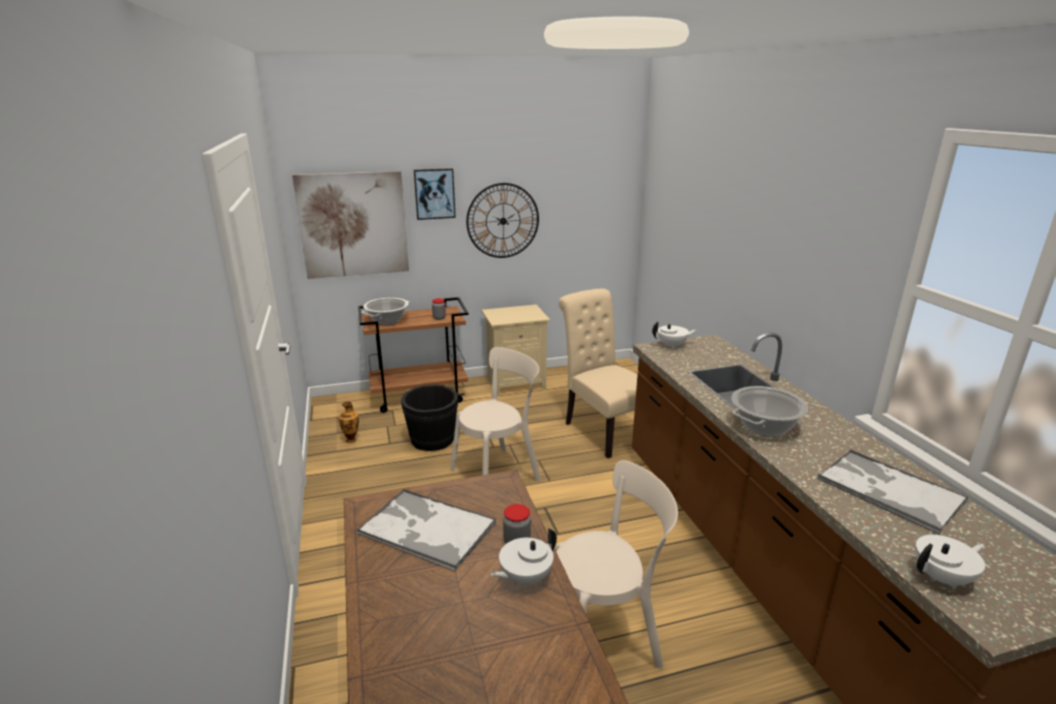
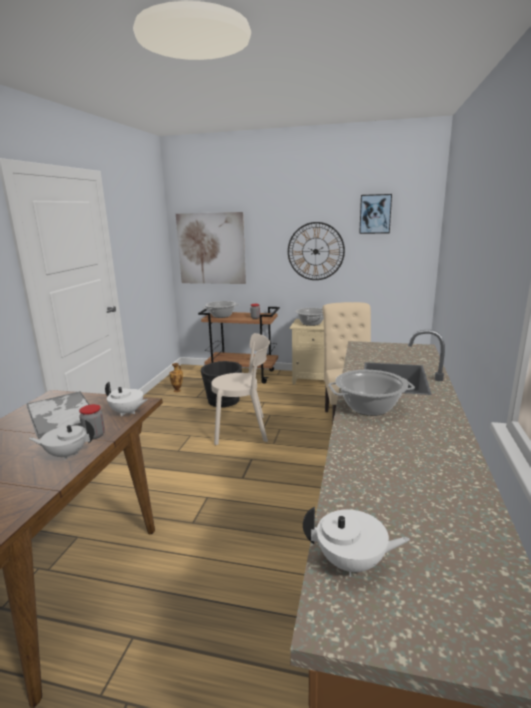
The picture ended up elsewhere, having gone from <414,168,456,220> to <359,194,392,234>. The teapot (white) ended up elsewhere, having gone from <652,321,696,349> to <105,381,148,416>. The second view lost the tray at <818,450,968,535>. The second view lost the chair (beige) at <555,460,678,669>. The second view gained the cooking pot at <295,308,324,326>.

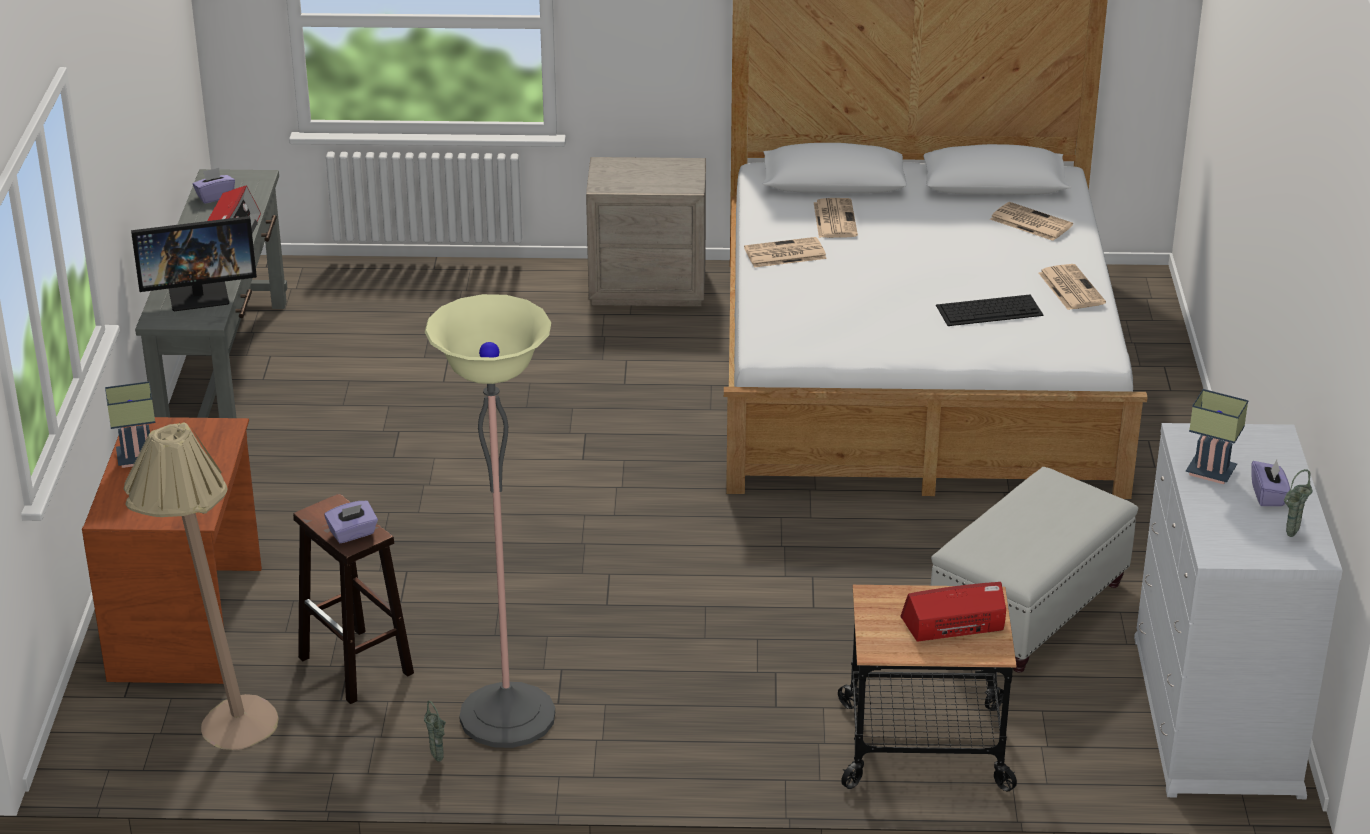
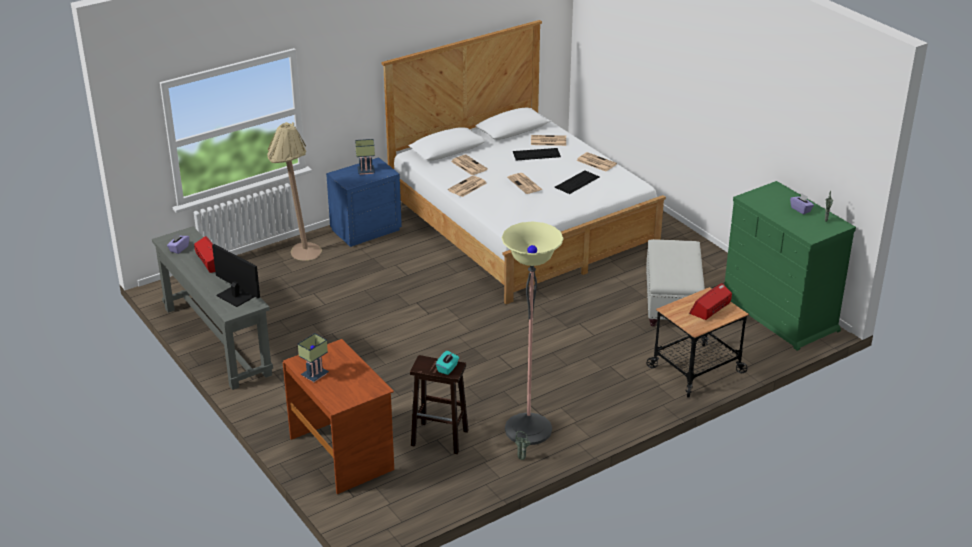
What was the nightstand (beige) at <586,157,706,306> turned into the nightstand (blue) at <326,157,402,247>. The monitor at <131,216,257,311> ended up facing another way, 90 degrees counterclockwise from before. The table lamp ended up elsewhere, having gone from <1186,389,1248,484> to <355,139,375,175>. The floor lamp (beige) ended up elsewhere, having gone from <124,422,278,750> to <267,122,322,261>. What was the dresser (white) at <1134,423,1343,799> turned into the dresser (green) at <724,181,856,351>. What was the tissue box (purple) at <324,501,378,543> turned into the tissue box (turquoise) at <436,351,459,375>. The second view gained the keyboard at <513,148,561,160>. The second view gained the newspaper at <507,173,542,194>.

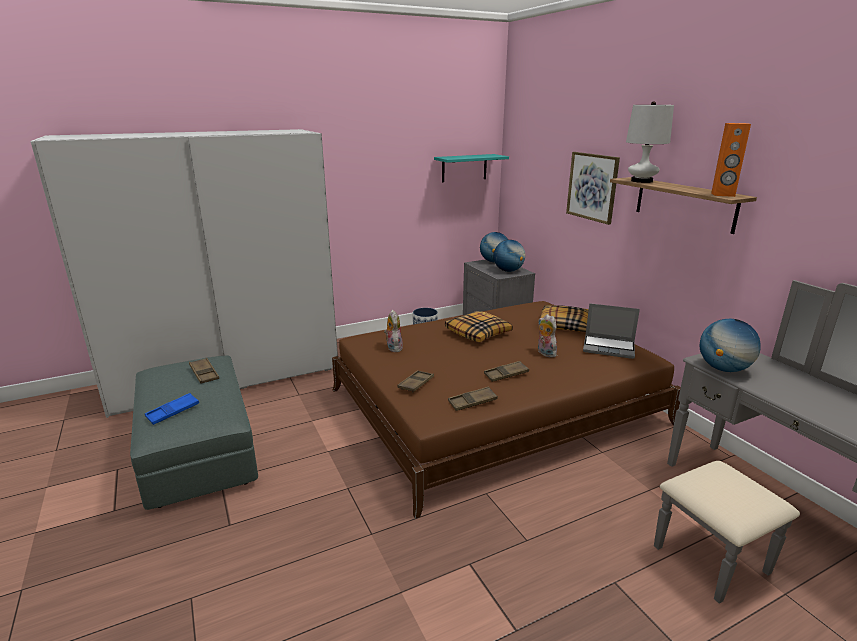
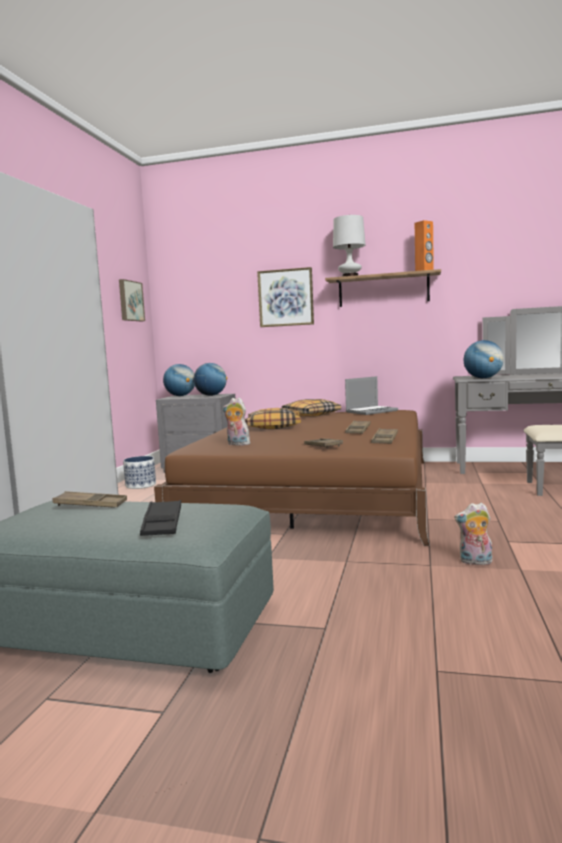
Where the shelf (turquoise) hung at <434,154,509,182>, the picture came to hang at <119,279,145,321>. The plush toy ended up elsewhere, having gone from <538,314,557,358> to <454,502,492,565>. What was the tray (blue) at <145,393,199,425> turned into the tray (black) at <140,500,181,536>.

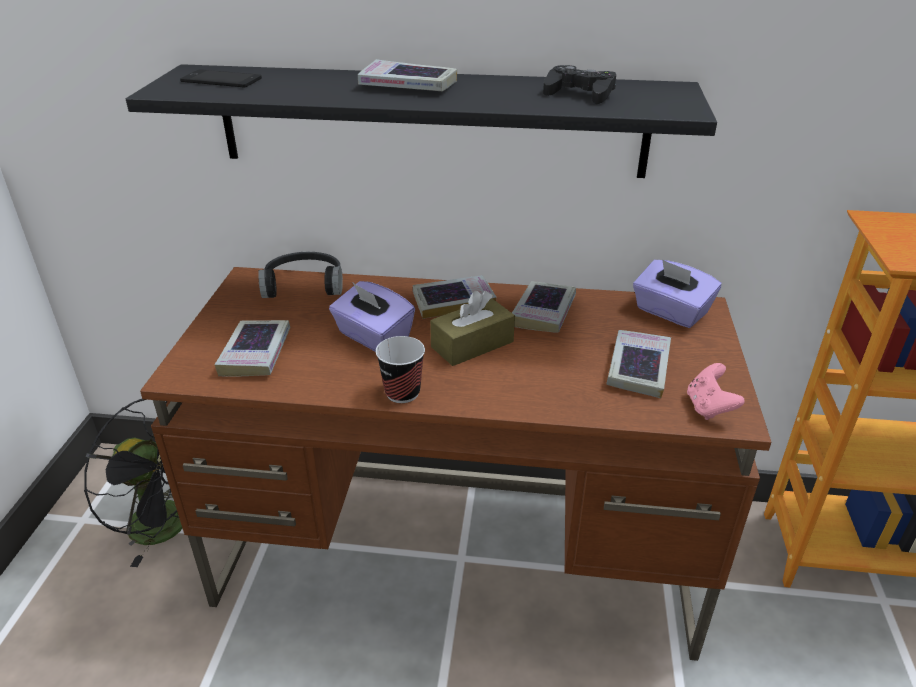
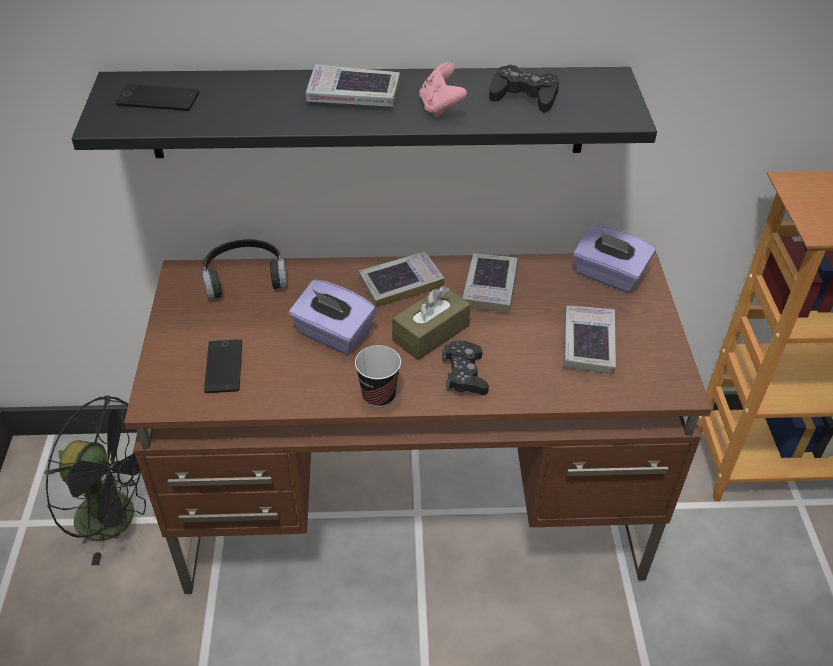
Where the book stood at <215,320,290,377>, the phone came to stand at <204,339,242,393>. The game controller (pink) ended up elsewhere, having gone from <687,363,744,420> to <419,62,467,118>. The second view gained the game controller (black) at <442,341,489,395>.

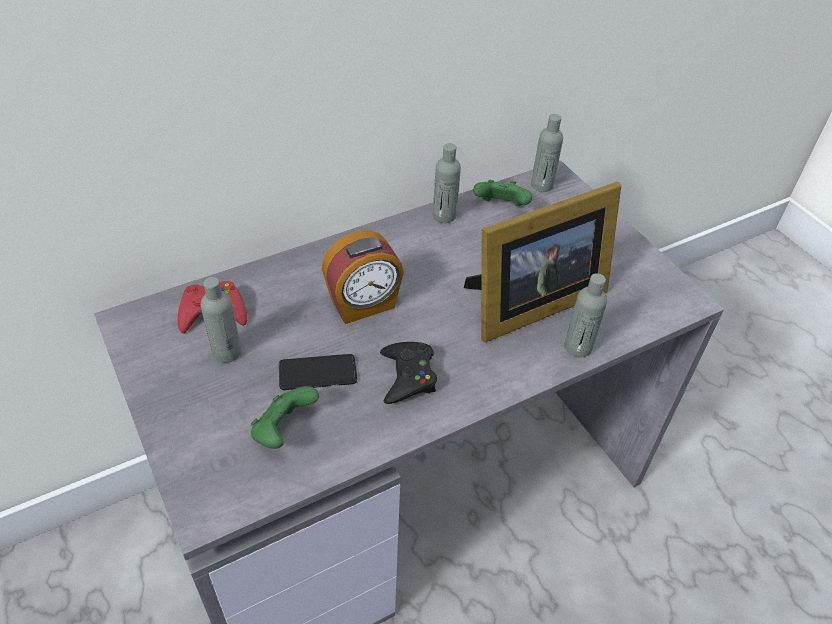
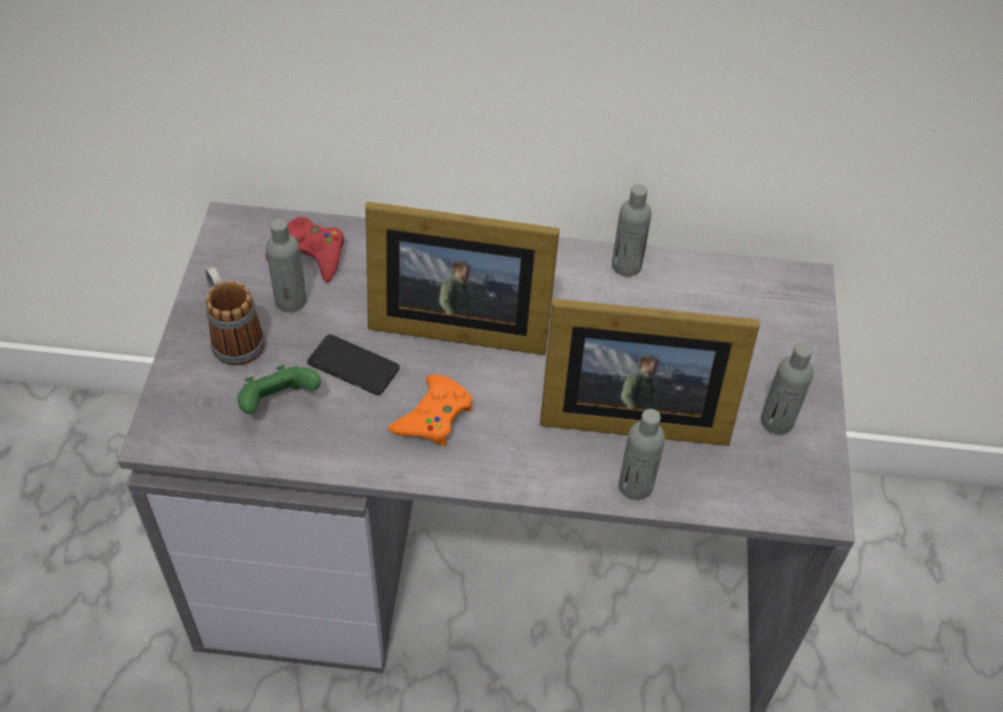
The bottle (grey) ended up elsewhere, having gone from <531,114,563,192> to <761,343,814,435>. The second view lost the game controller (green) at <473,180,532,206>. Where the alarm clock stood at <322,230,404,324>, the picture frame came to stand at <365,202,560,355>. What was the game controller (black) at <380,342,437,404> turned into the game controller (orange) at <388,375,472,446>. The second view gained the mug at <205,267,265,366>.

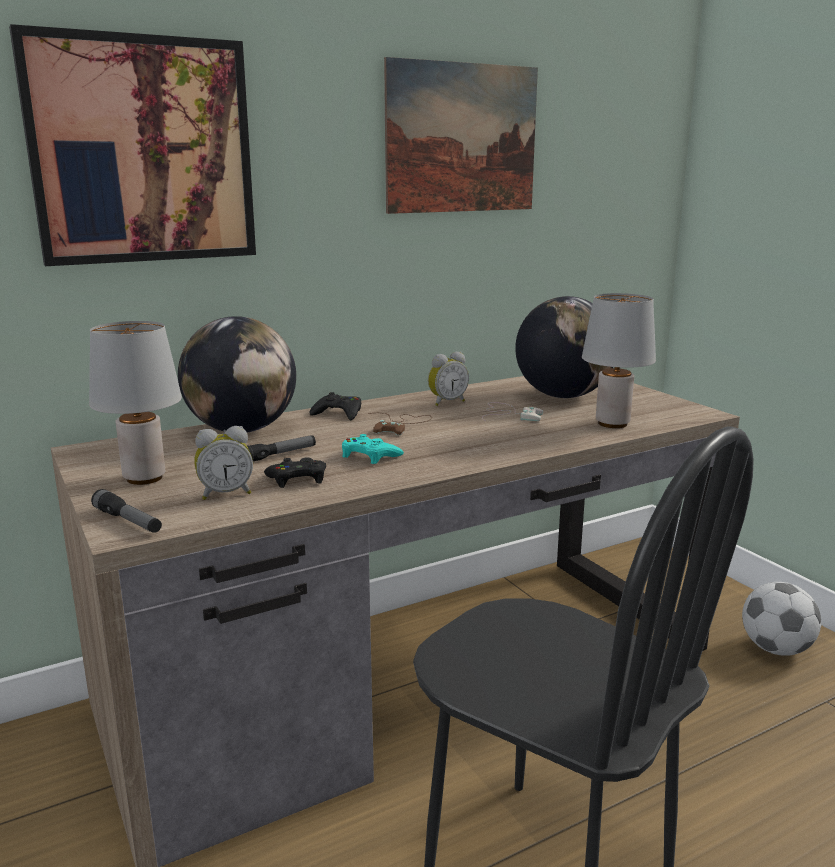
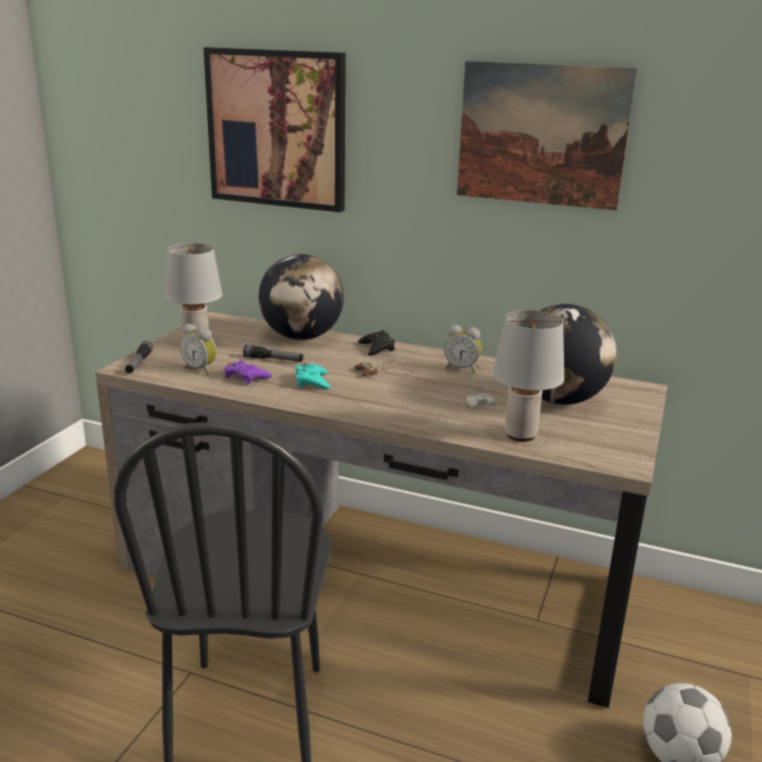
What was the game controller (black) at <264,457,326,488> turned into the game controller (purple) at <224,360,272,384>.

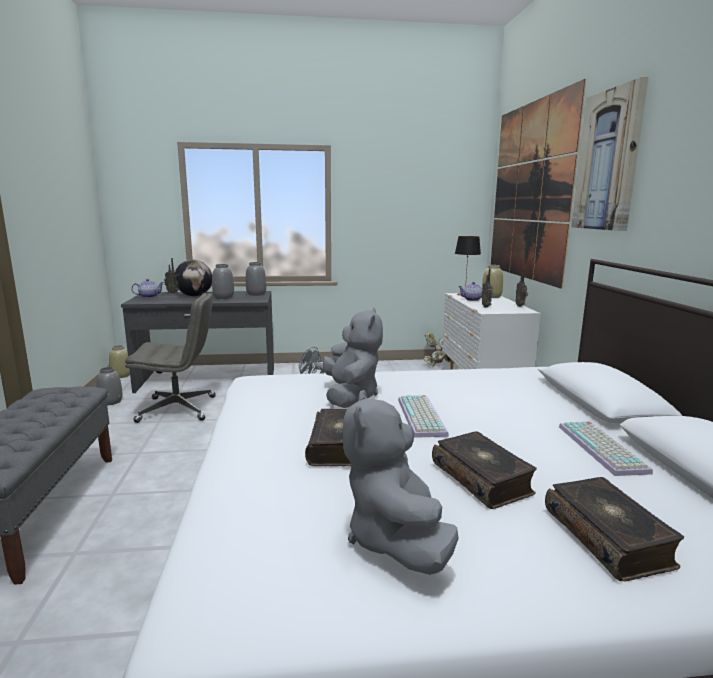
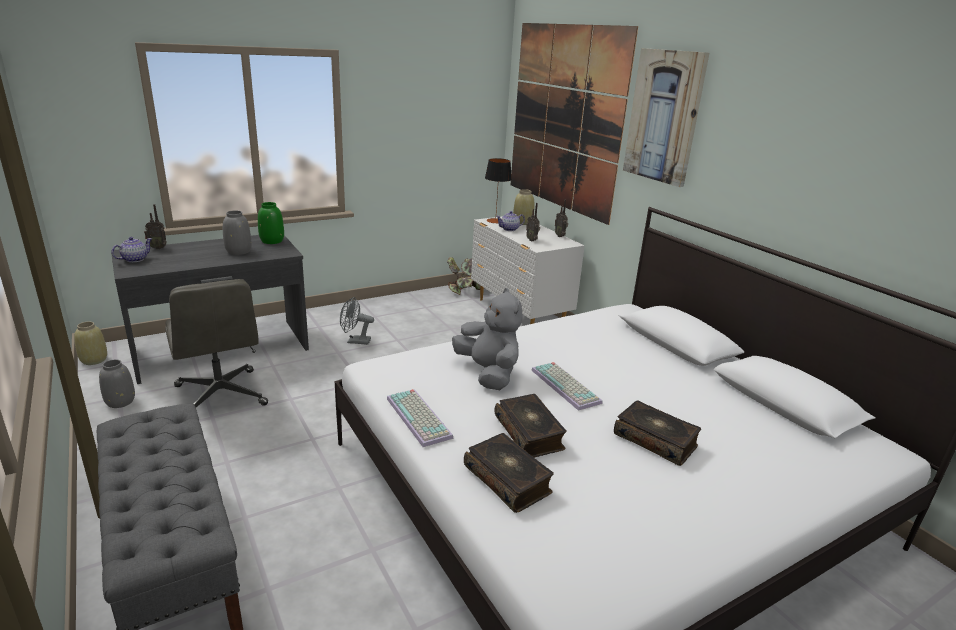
The second view lost the globe at <174,260,212,296>. What was the vase (grey) at <246,262,266,296> turned into the vase (green) at <258,202,284,244>. The office chair (grey) at <125,293,216,423> ended up facing another way, 90 degrees clockwise from before. The second view lost the plush toy (grey) at <343,390,459,575>. The keyboard ended up elsewhere, having gone from <559,421,653,476> to <387,389,453,447>. The book ended up elsewhere, having gone from <545,477,684,581> to <464,433,554,513>.

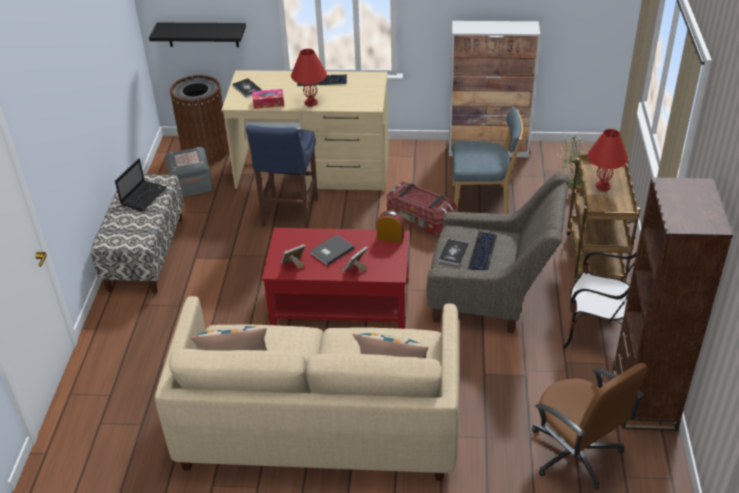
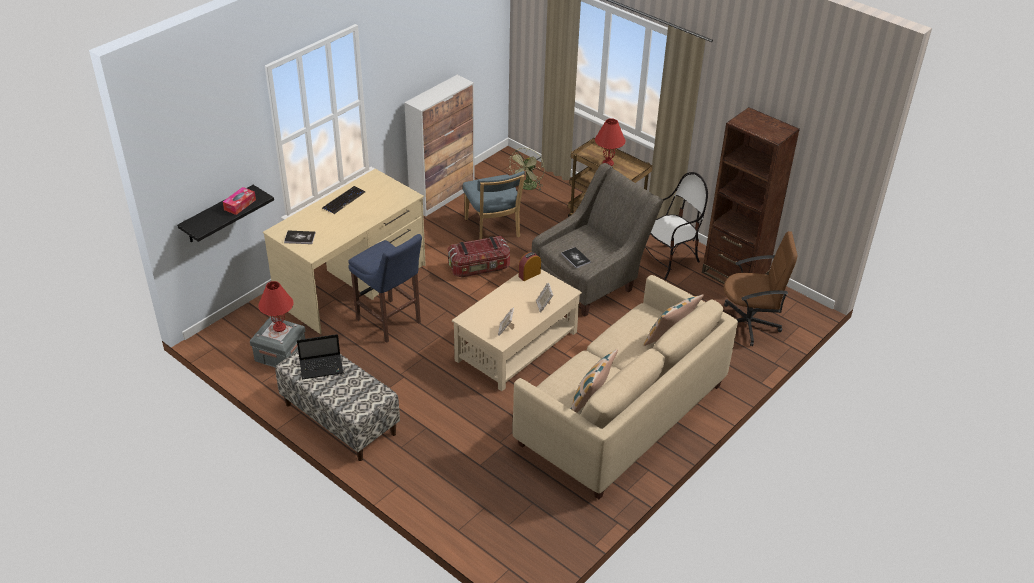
The table lamp (red) ended up elsewhere, having gone from <291,49,327,107> to <258,281,293,332>. The second view lost the trash can (brown) at <170,75,229,163>. The tissue box ended up elsewhere, having gone from <252,89,284,109> to <223,187,256,215>. The chair (blue) at <452,107,523,214> ended up facing another way, 120 degrees clockwise from before. The laptop at <115,159,167,211> ended up facing another way, 105 degrees clockwise from before. What was the coffee table (red) at <262,228,409,329> turned into the coffee table (beige) at <452,269,582,391>. The second view lost the keyboard at <468,231,497,270>. The second view lost the book (grey) at <310,235,354,266>.

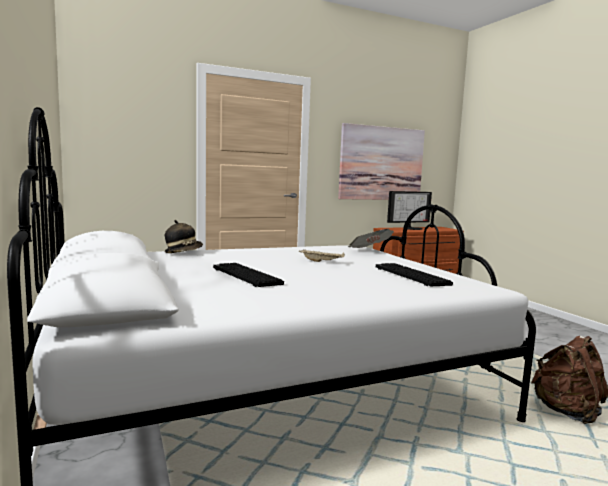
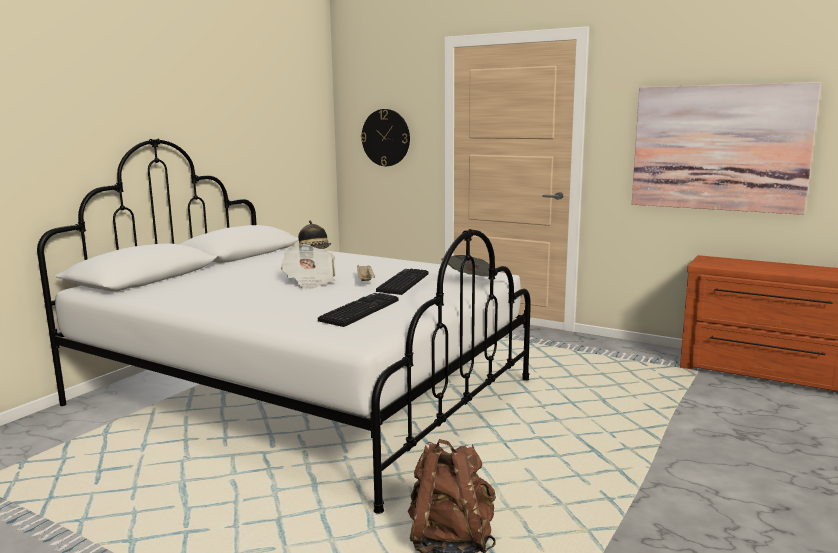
The second view lost the monitor at <387,191,432,230>. The keyboard ended up elsewhere, having gone from <213,263,284,287> to <376,268,429,295>. The second view gained the wall clock at <361,109,410,166>. The second view gained the newspaper at <281,244,336,289>.

